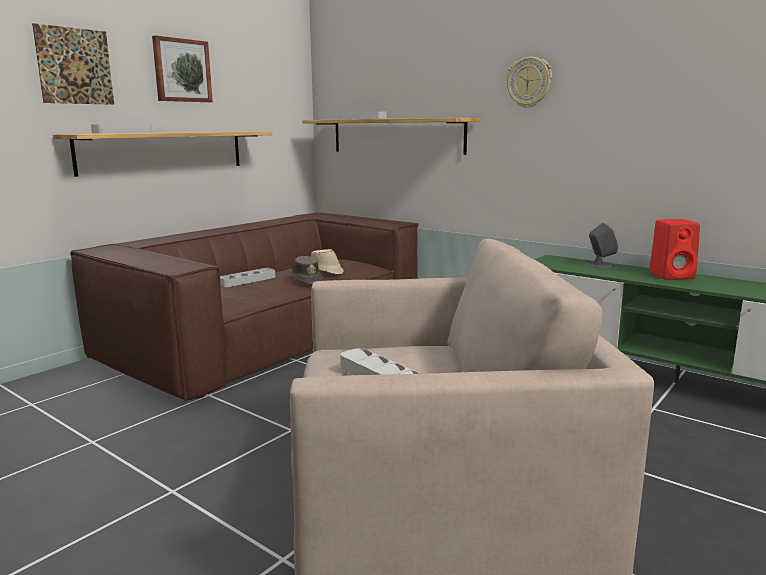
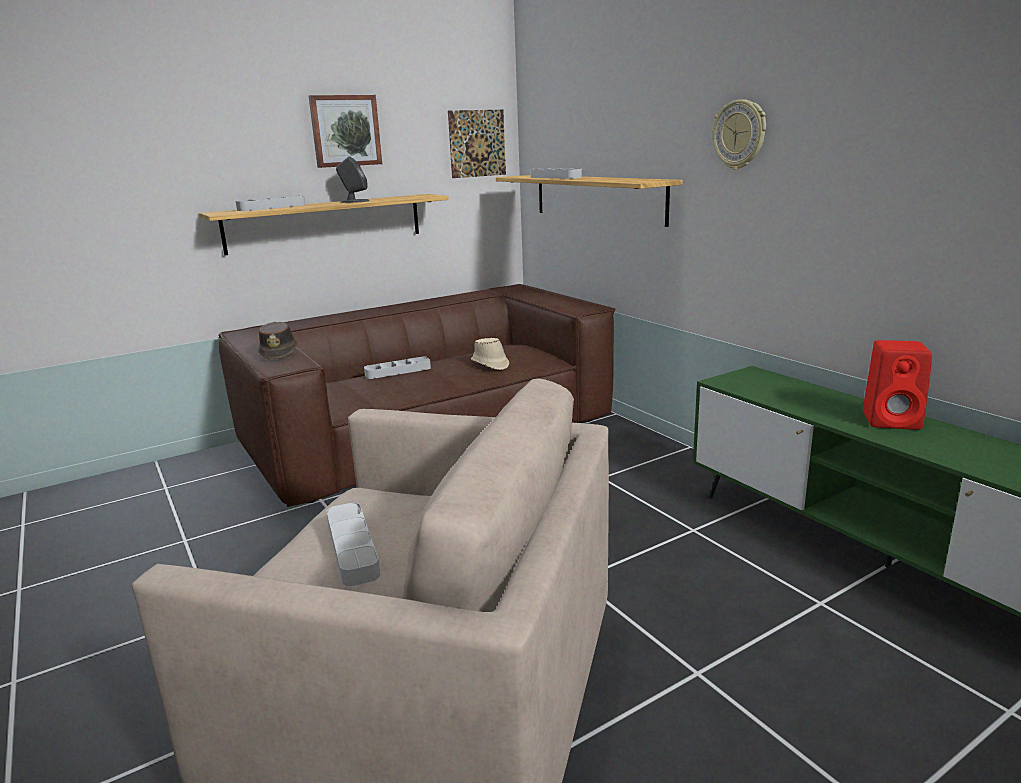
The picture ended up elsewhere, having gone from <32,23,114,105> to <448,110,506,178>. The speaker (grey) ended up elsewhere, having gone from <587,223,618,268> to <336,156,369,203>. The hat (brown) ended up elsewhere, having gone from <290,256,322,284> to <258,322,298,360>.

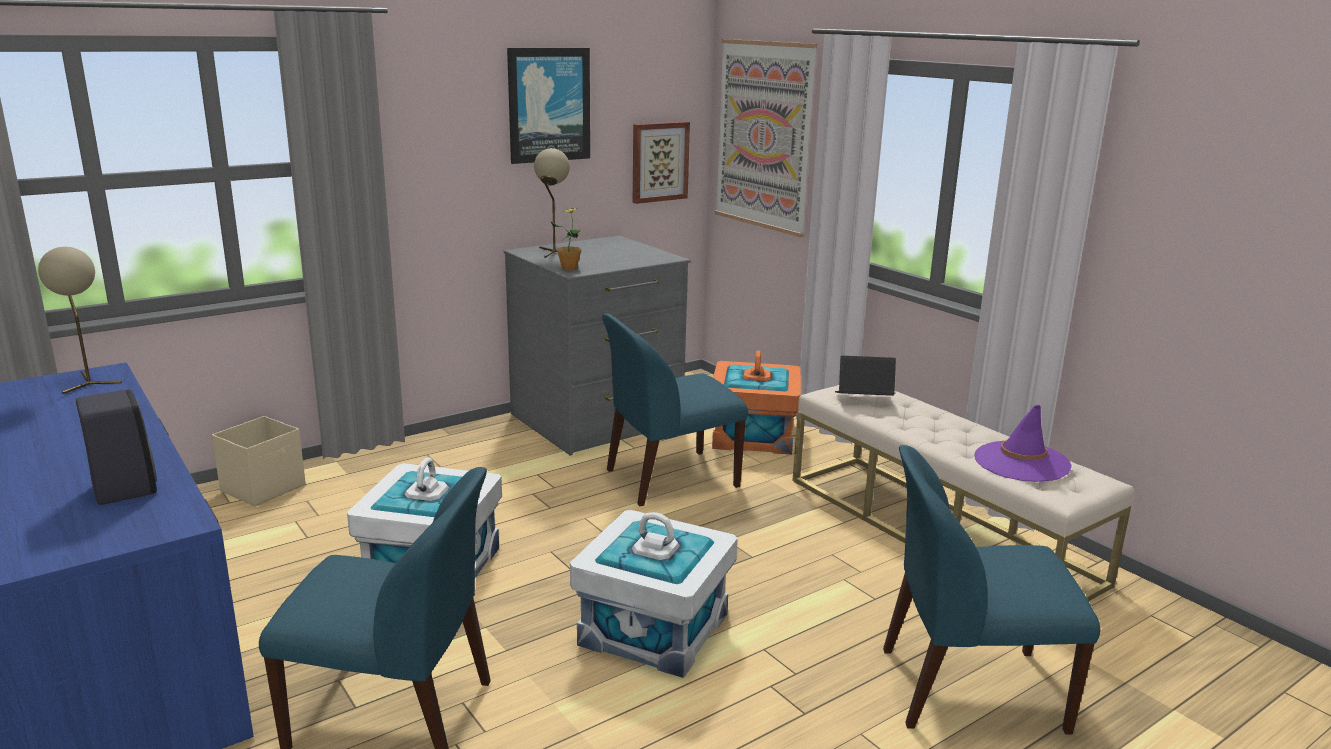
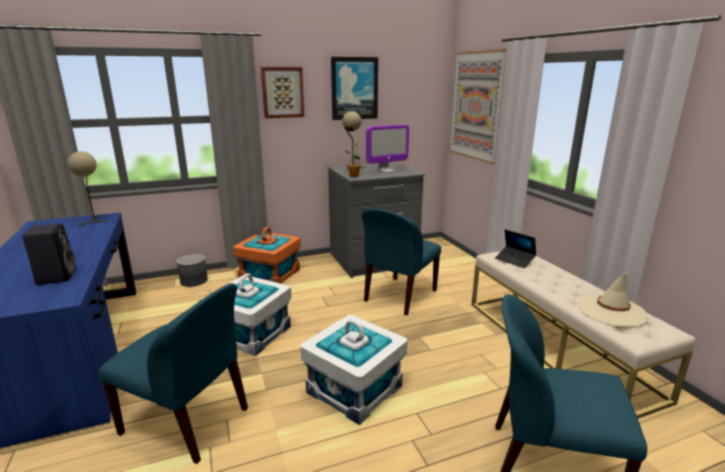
The picture ended up elsewhere, having gone from <633,122,690,204> to <261,67,304,118>. The chair (blue) at <602,313,748,506> ended up facing another way, 45 degrees counterclockwise from before. The storage box (orange) ended up elsewhere, having gone from <712,350,801,455> to <233,227,301,284>. The laptop at <835,356,896,396> ended up facing another way, 150 degrees counterclockwise from before. What was the hat (purple) at <974,405,1072,482> turned into the hat (beige) at <578,274,649,327>. Where the storage box (beige) stood at <212,416,306,506>, the planter (grey) came to stand at <177,254,208,287>. The second view gained the monitor at <366,125,409,173>.

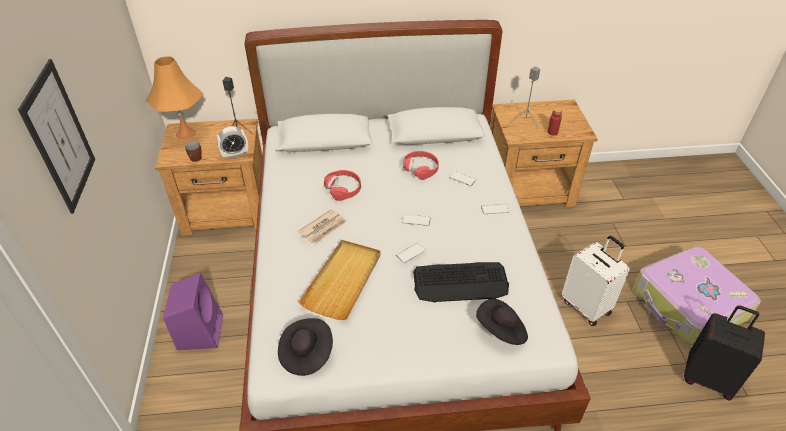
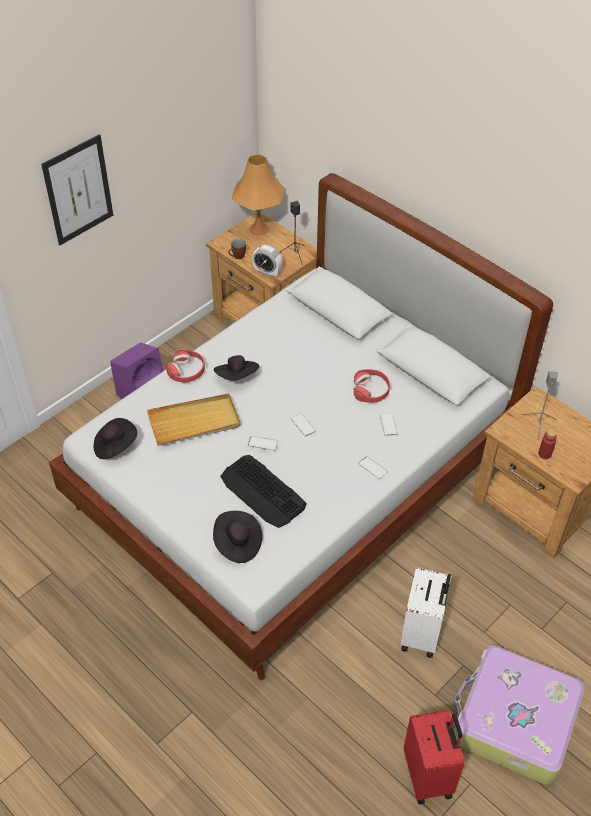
The headphones (red) ended up elsewhere, having gone from <324,170,361,201> to <166,349,205,383>. Where the newspaper stood at <298,209,347,244>, the hat (black) came to stand at <214,355,259,381>. What was the suitcase (black) at <684,305,765,400> turned into the suitcase (red) at <404,709,465,805>.

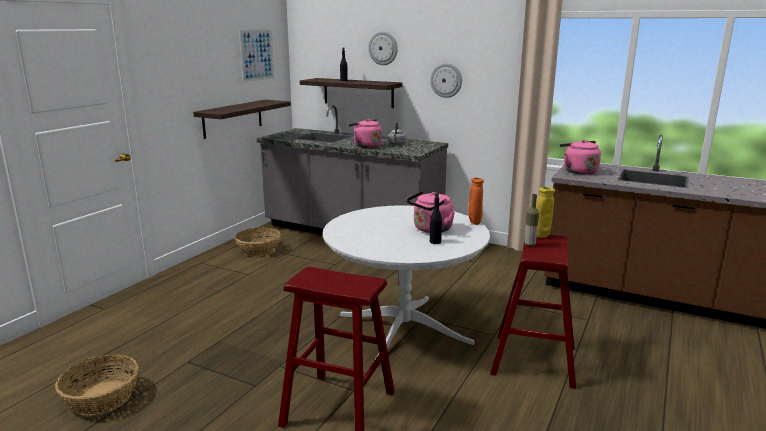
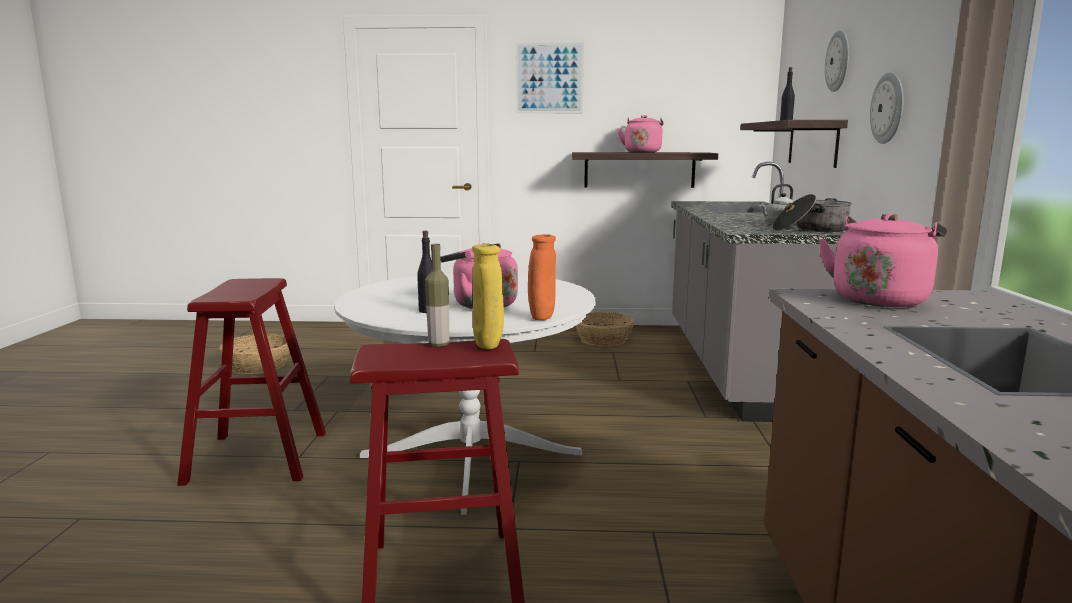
The picture ended up elsewhere, having gone from <239,29,274,82> to <516,42,584,113>. The kettle (pink) ended up elsewhere, having gone from <348,119,382,148> to <617,115,664,153>. The second view gained the cooking pot at <772,194,852,232>.

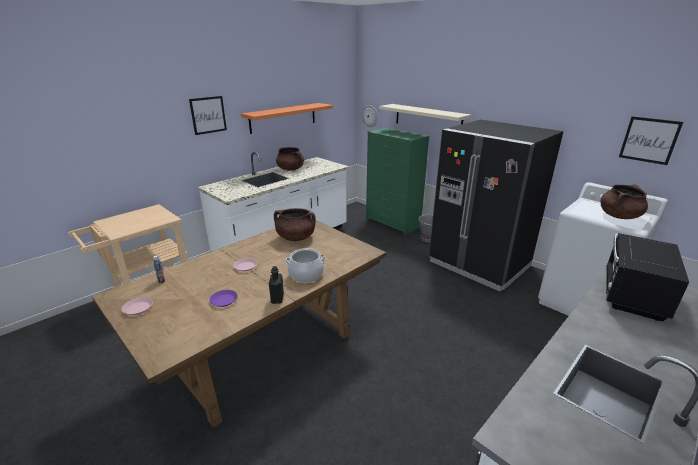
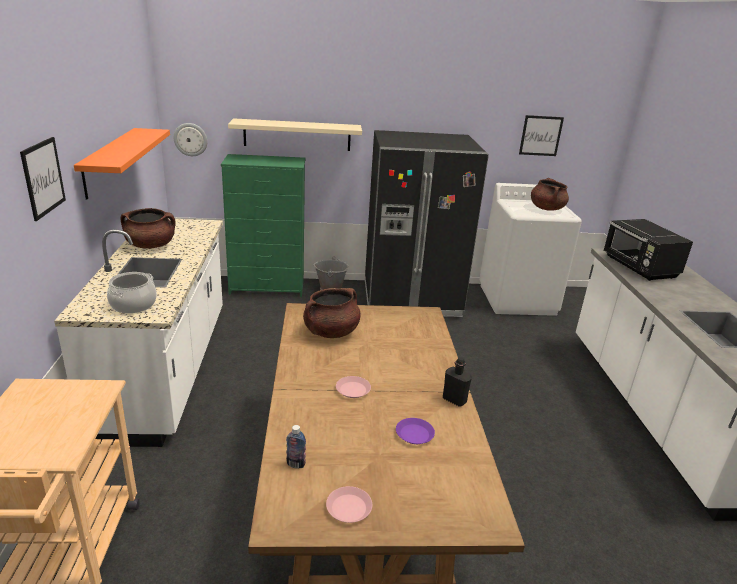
The cooking pot ended up elsewhere, having gone from <285,248,326,282> to <107,272,157,313>.

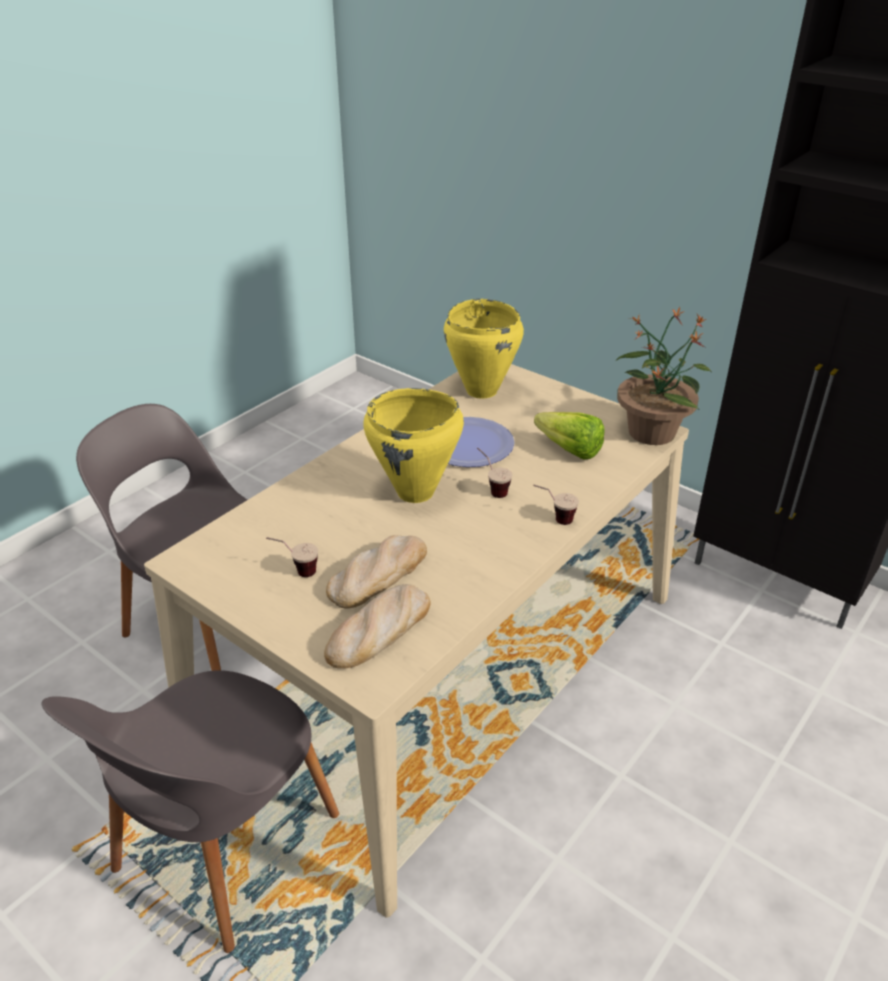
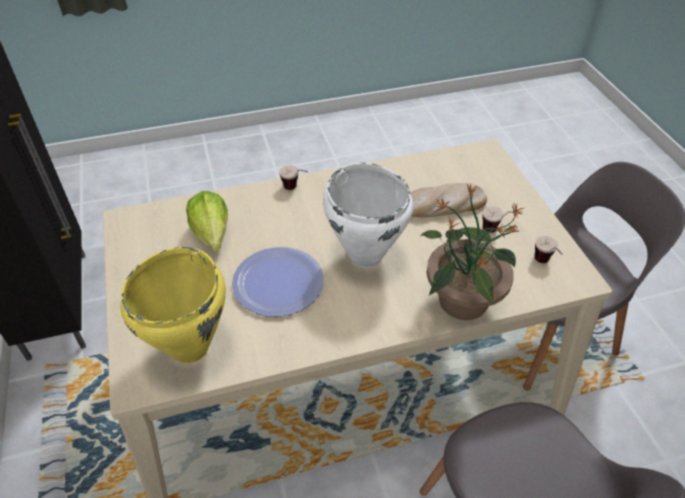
The potted plant ended up elsewhere, having gone from <616,306,712,445> to <421,183,523,320>. What was the cooking pot (yellow) at <363,388,464,503> turned into the cooking pot (white) at <323,163,413,268>. The cup ended up elsewhere, having gone from <477,448,512,498> to <534,236,563,263>. The second view lost the bread at <324,584,431,669>.

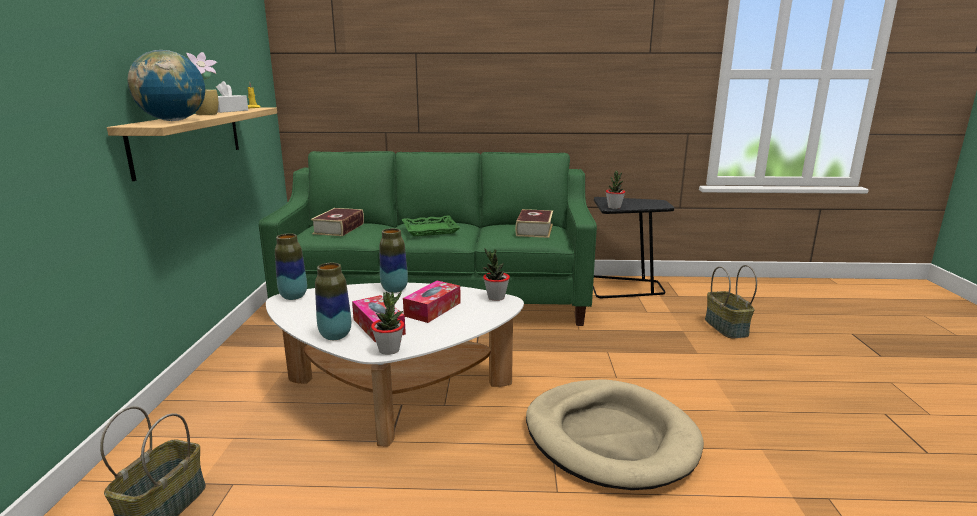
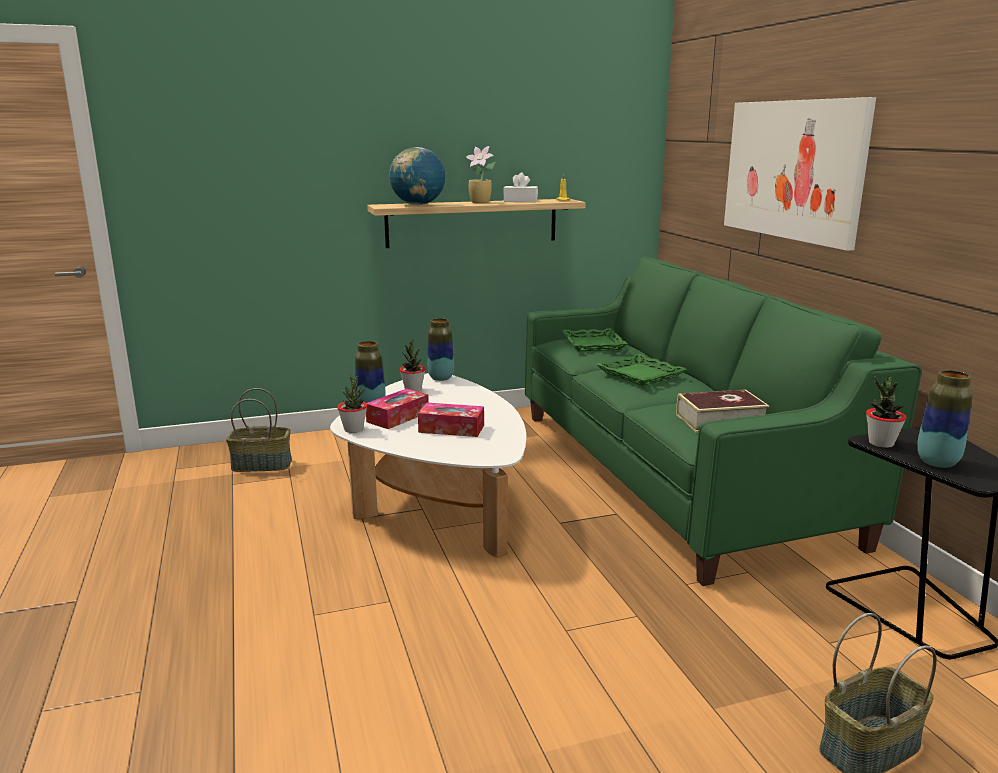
Where the book stood at <311,208,364,236>, the tray (green) came to stand at <562,328,627,351>. The vase ended up elsewhere, having gone from <380,228,408,293> to <917,370,973,468>. The potted plant ended up elsewhere, having gone from <483,249,510,301> to <399,339,425,392>. The second view lost the dog bed (beige) at <526,379,704,490>. The second view gained the picture at <724,97,876,251>.

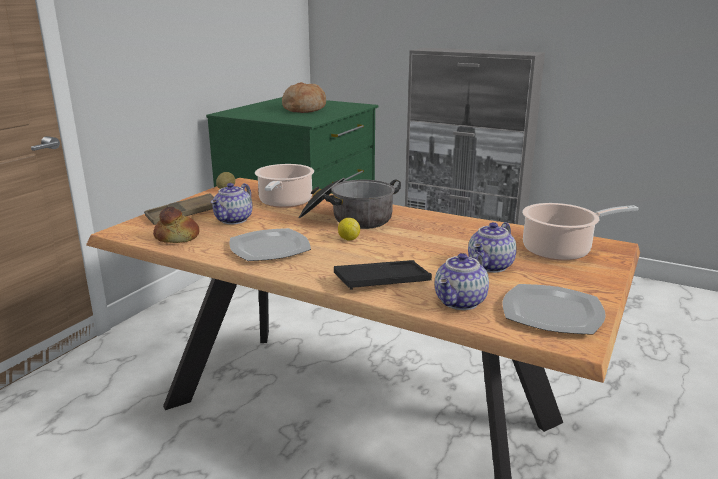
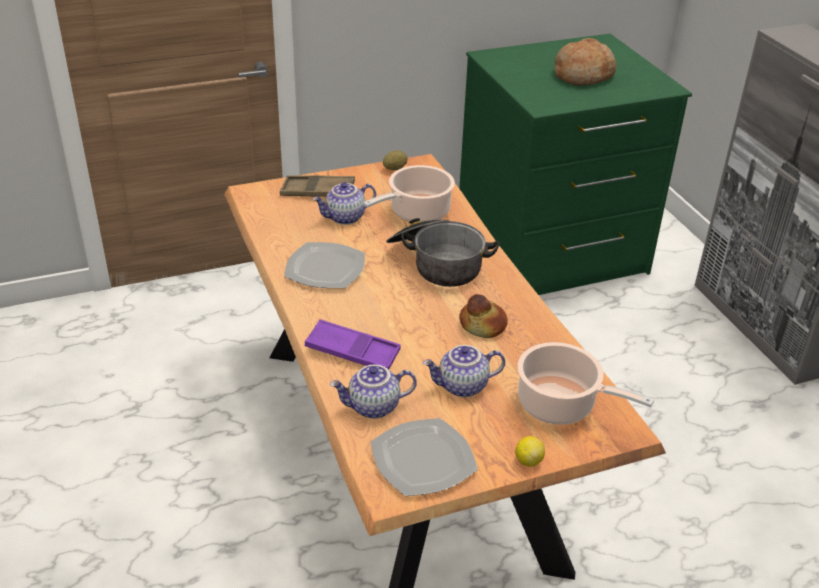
The bread ended up elsewhere, having gone from <153,207,199,243> to <459,294,508,338>. The lemon ended up elsewhere, having gone from <338,218,360,240> to <515,436,545,467>. What was the tray (black) at <334,260,432,290> turned into the tray (purple) at <305,319,401,370>.

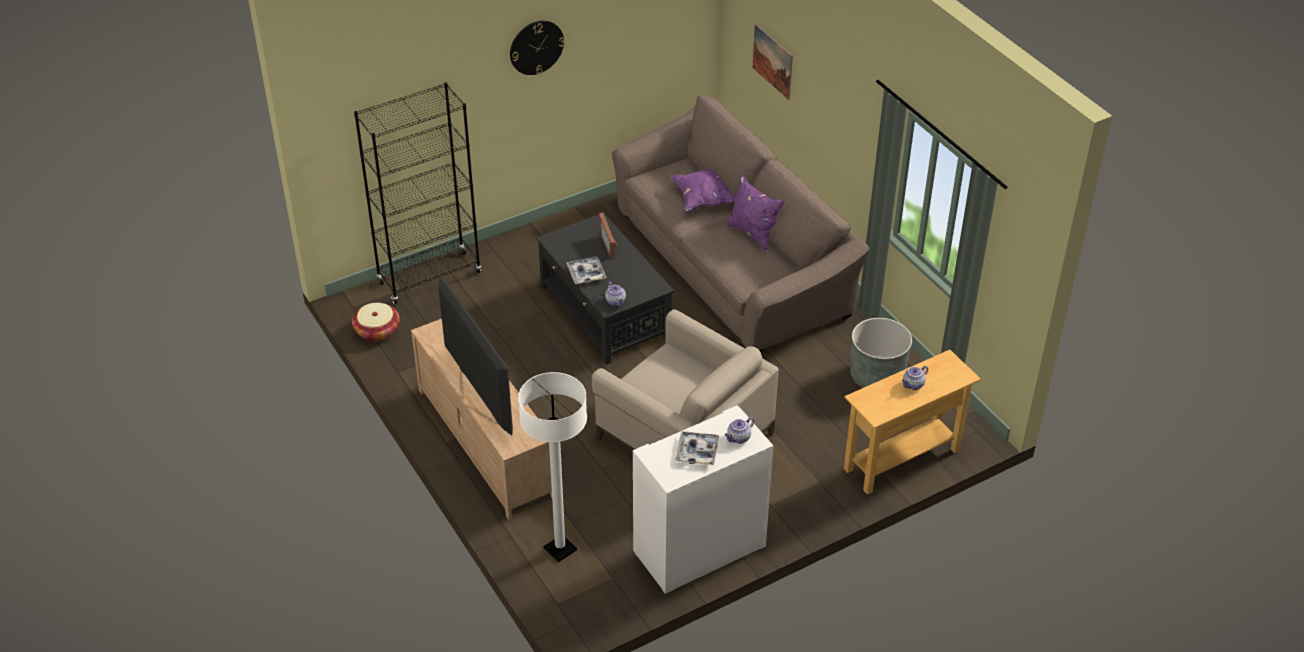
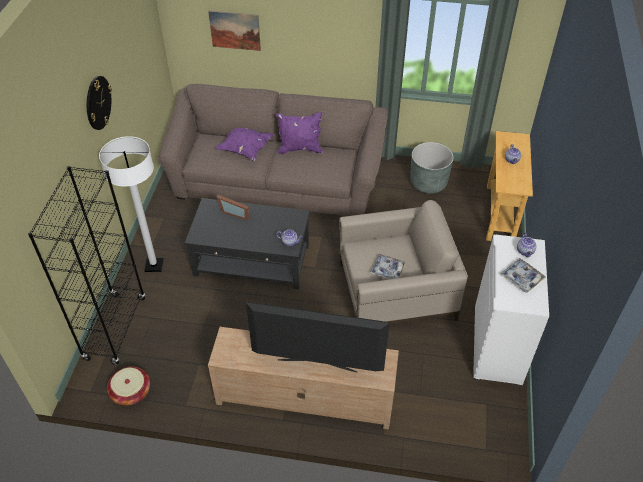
The tray ended up elsewhere, having gone from <566,256,607,284> to <370,254,407,279>. The floor lamp (white) ended up elsewhere, having gone from <518,372,587,562> to <99,136,163,272>.

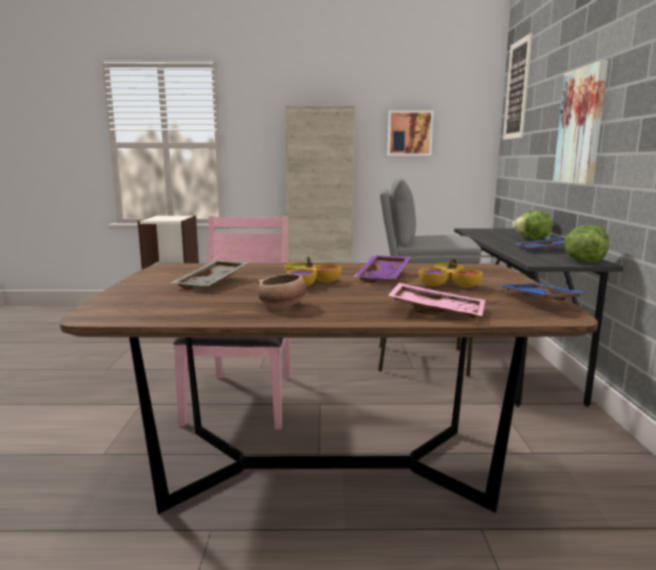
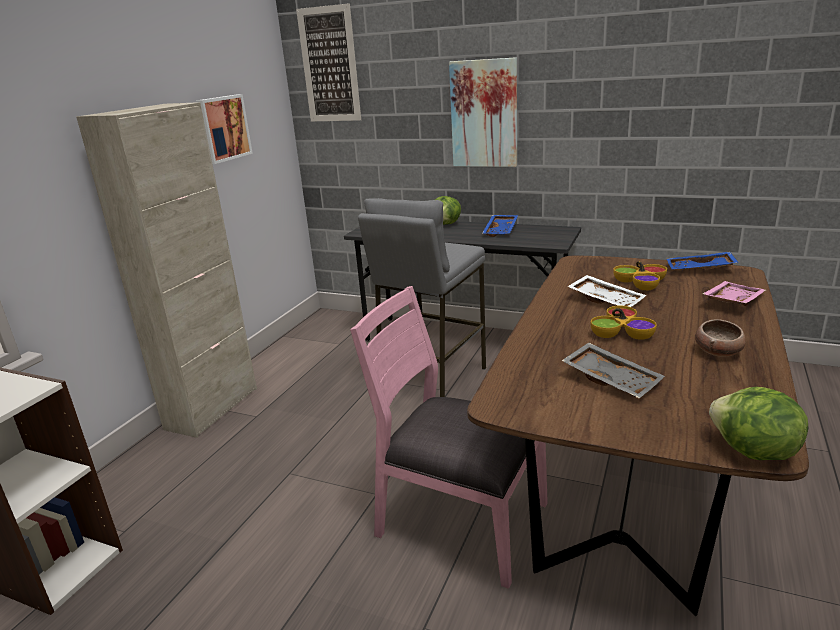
The lettuce ended up elsewhere, having gone from <564,225,609,263> to <709,387,808,460>. What was the tray (purple) at <354,255,411,283> turned into the tray (white) at <567,275,646,307>.

